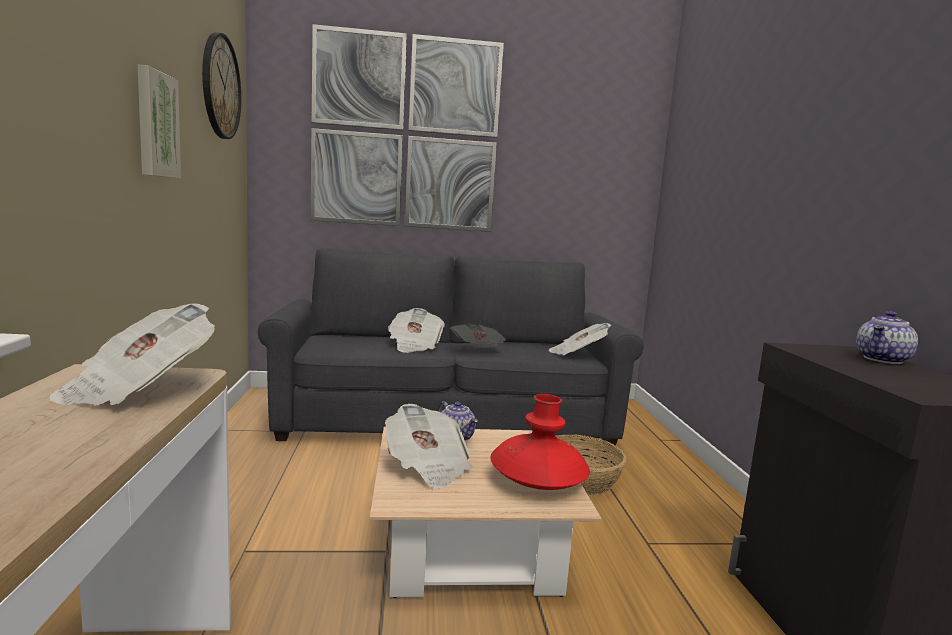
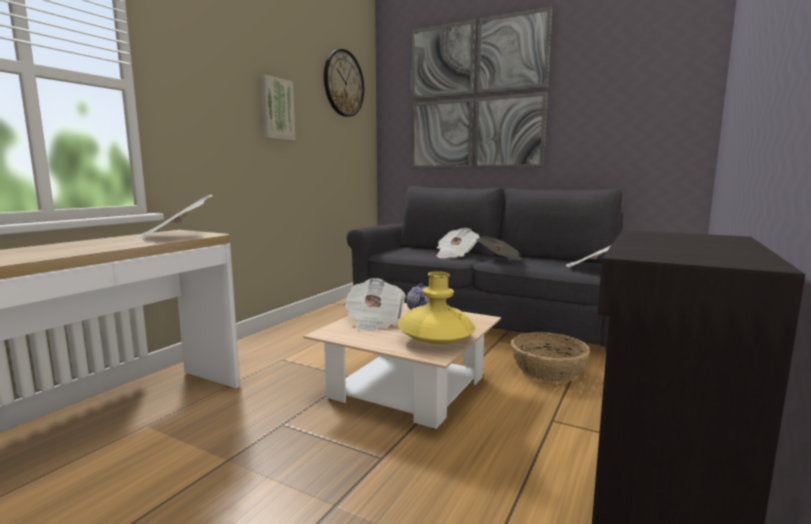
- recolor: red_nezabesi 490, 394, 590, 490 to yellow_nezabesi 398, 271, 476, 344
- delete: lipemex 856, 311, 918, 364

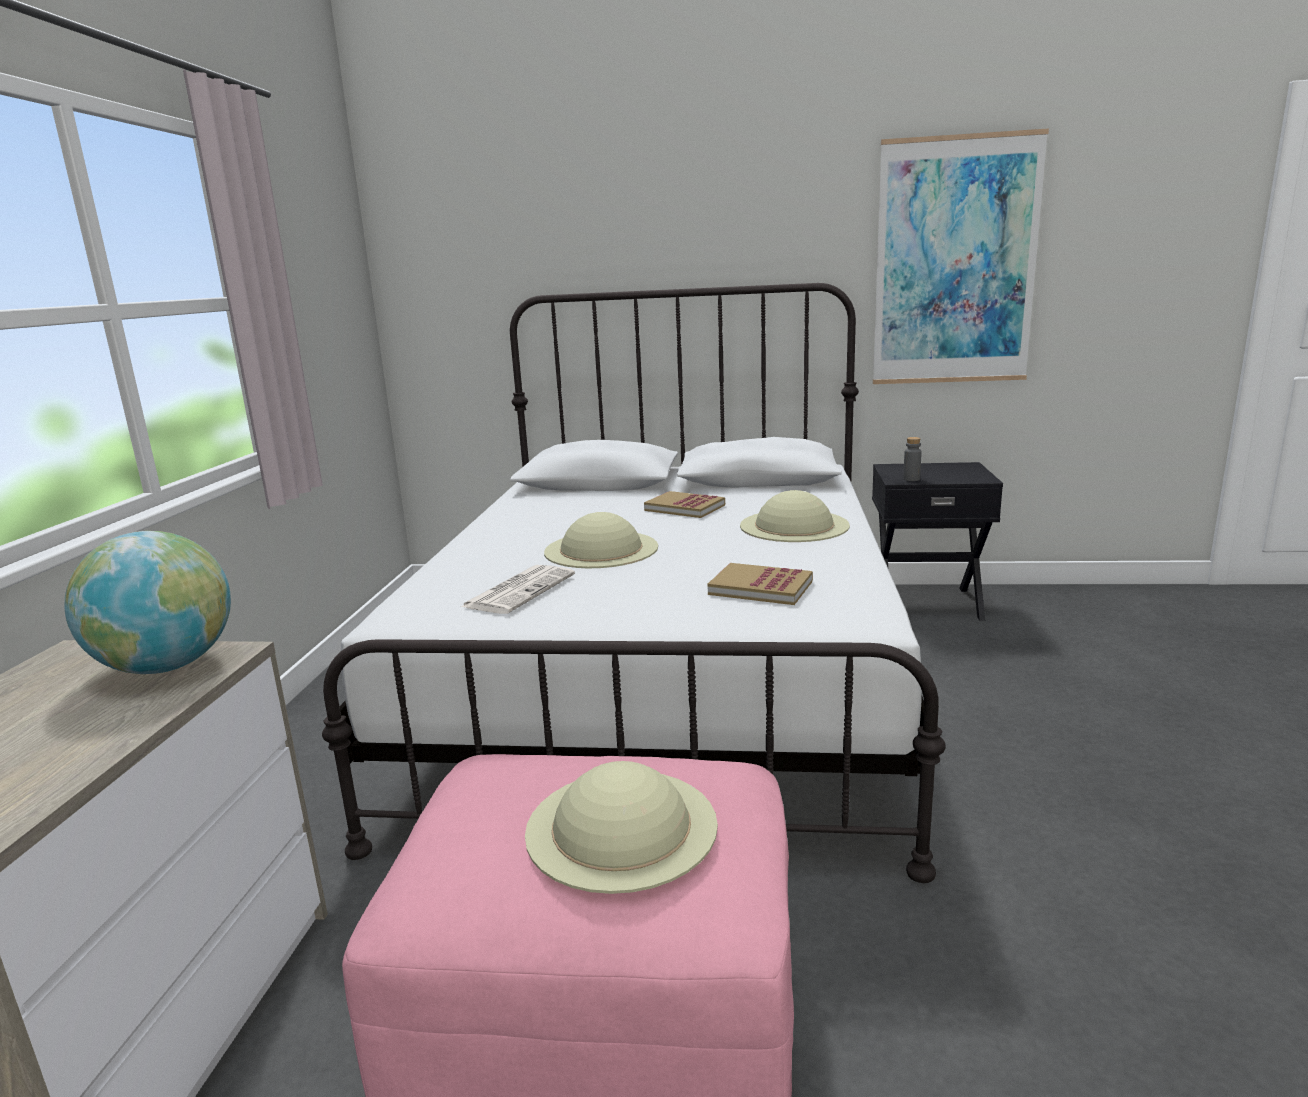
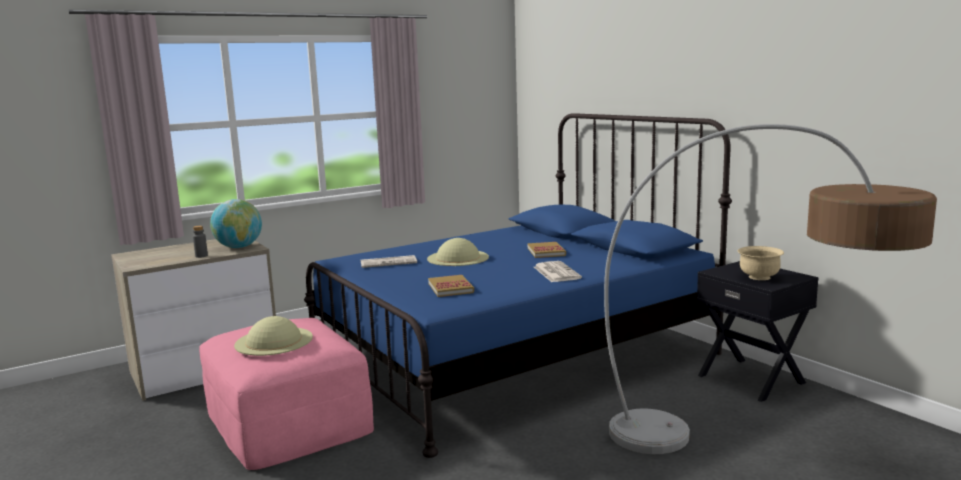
- recolor: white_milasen 322, 283, 946, 883 to blue_milasen 304, 113, 732, 458
- replace: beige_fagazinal 740, 490, 850, 542 to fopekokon 534, 261, 582, 282
- delete: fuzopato 873, 128, 1049, 384
- move: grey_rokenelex 903, 437, 922, 481 to 193, 226, 208, 258
- insert: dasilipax 604, 124, 937, 454
- insert: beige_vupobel 738, 246, 784, 280

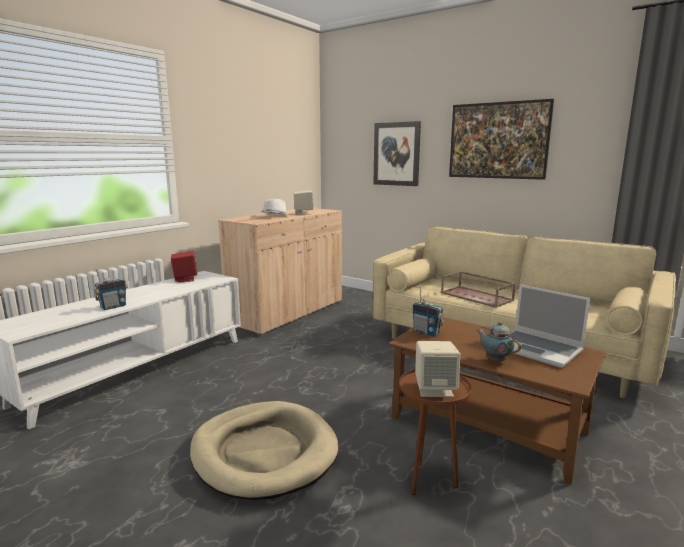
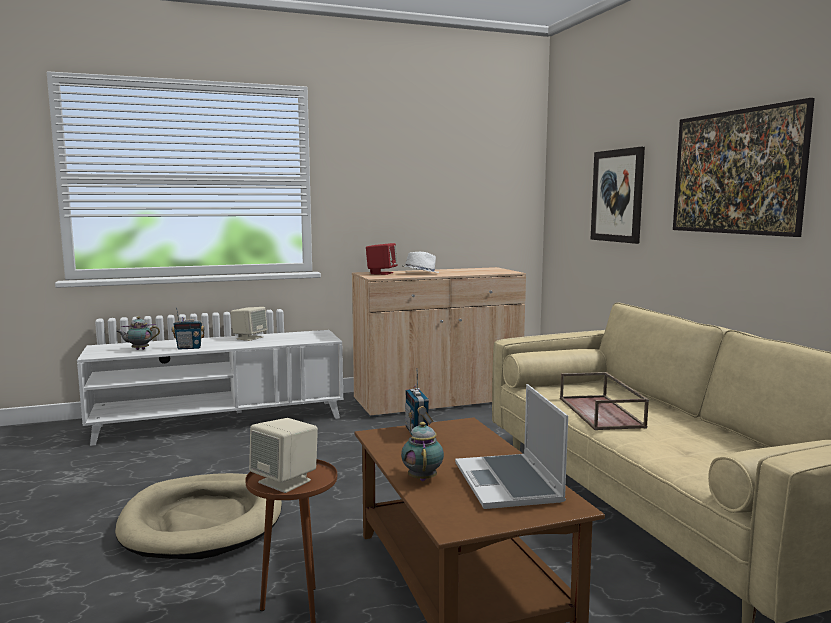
- move: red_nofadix 171, 251, 198, 282 to 366, 243, 397, 275
- move: beige_nofadix 293, 190, 314, 215 to 231, 307, 267, 341
- insert: lipemex 116, 316, 160, 350

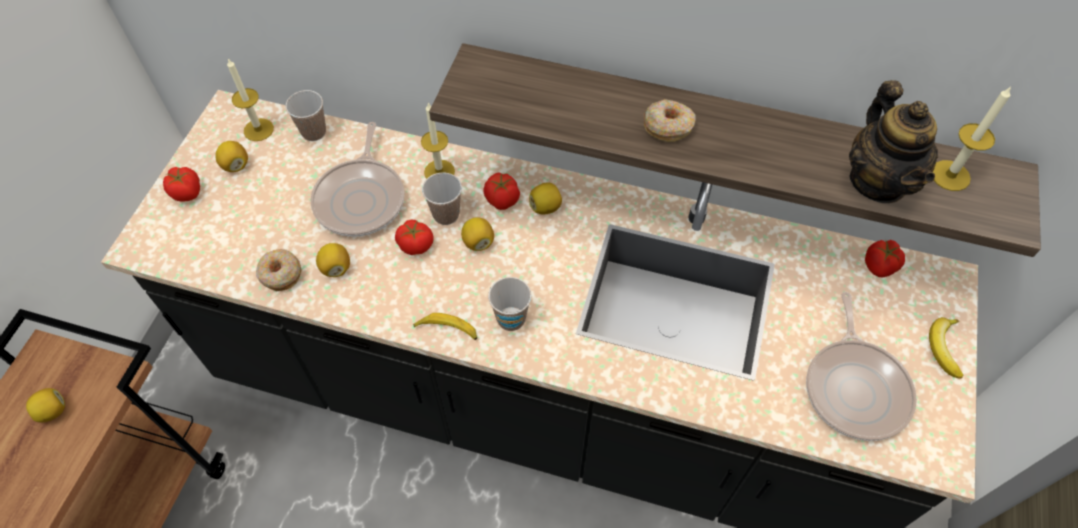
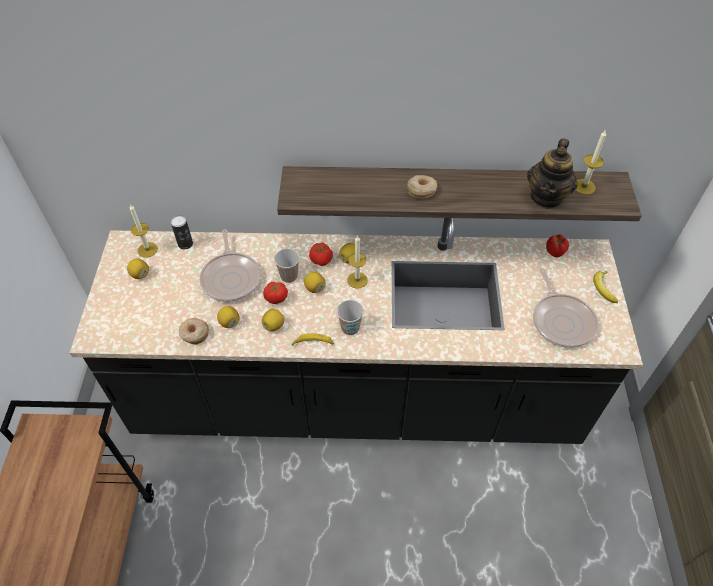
- move: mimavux 26, 388, 65, 423 to 262, 309, 284, 332
- delete: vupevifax 163, 167, 200, 202
- replace: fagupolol 286, 90, 326, 141 to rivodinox 171, 215, 193, 249
- move: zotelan 421, 103, 455, 179 to 347, 235, 368, 289
- rotate: lipemex 849, 80, 938, 203 = 527, 138, 577, 209 45 degrees clockwise

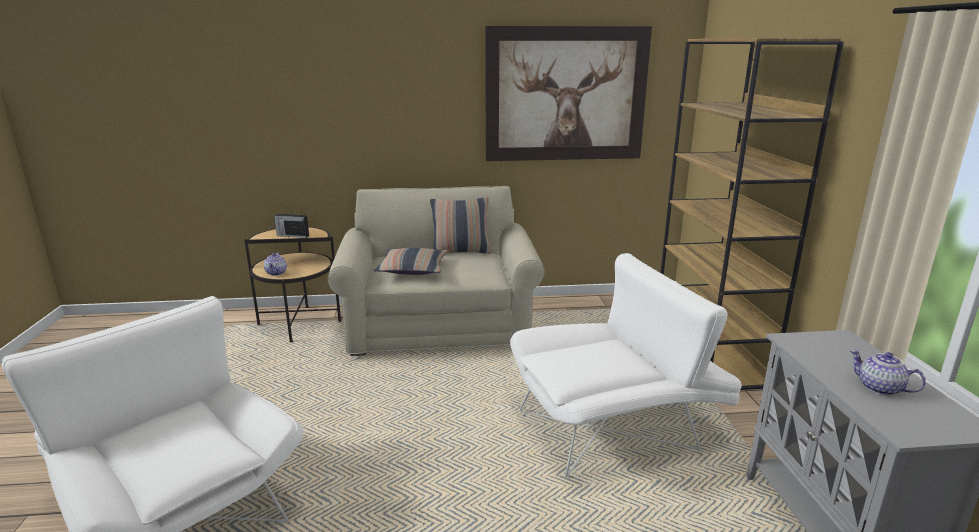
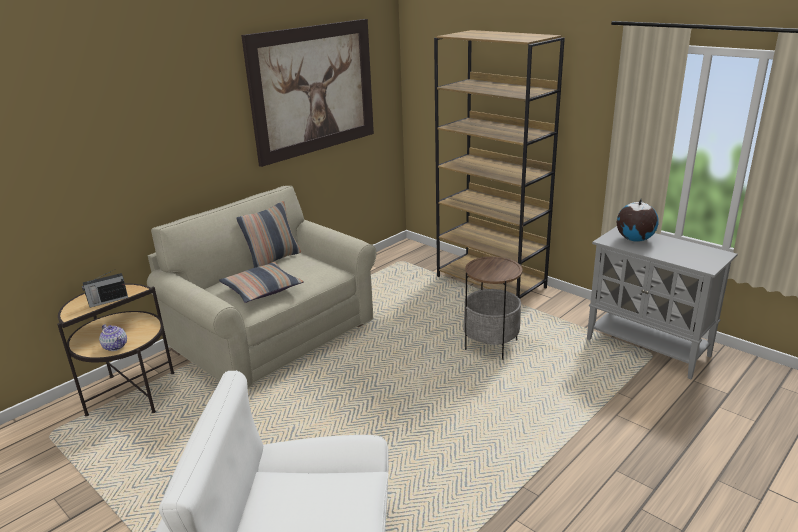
- replace: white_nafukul 510, 253, 742, 477 to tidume 463, 257, 522, 360
- delete: lipemex 849, 350, 926, 396
- insert: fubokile 617, 199, 659, 242

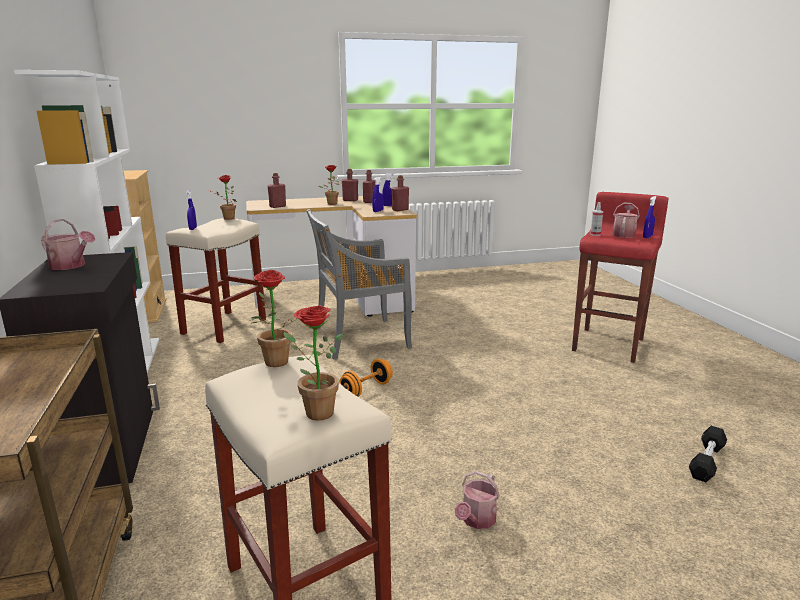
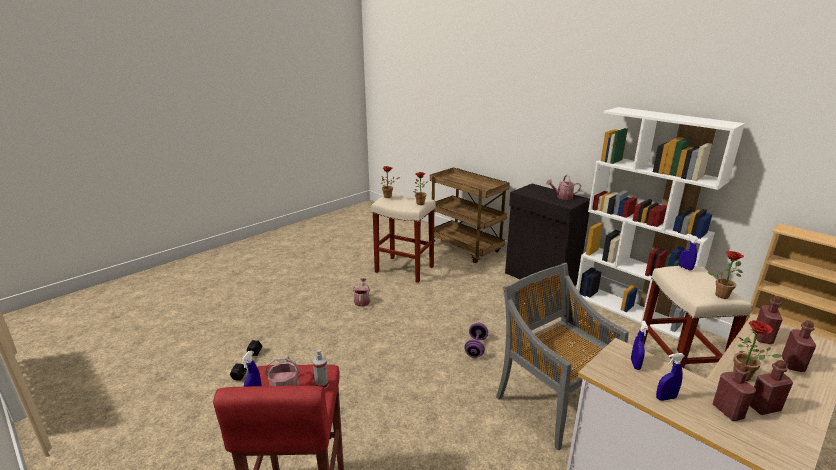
- rotate: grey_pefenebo 306, 209, 412, 359 = 496, 263, 629, 451 75 degrees counterclockwise
- recolor: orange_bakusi 339, 359, 393, 397 to purple_bakusi 464, 323, 488, 358
- move: red_rokenelex 392, 175, 409, 211 to 782, 320, 816, 372

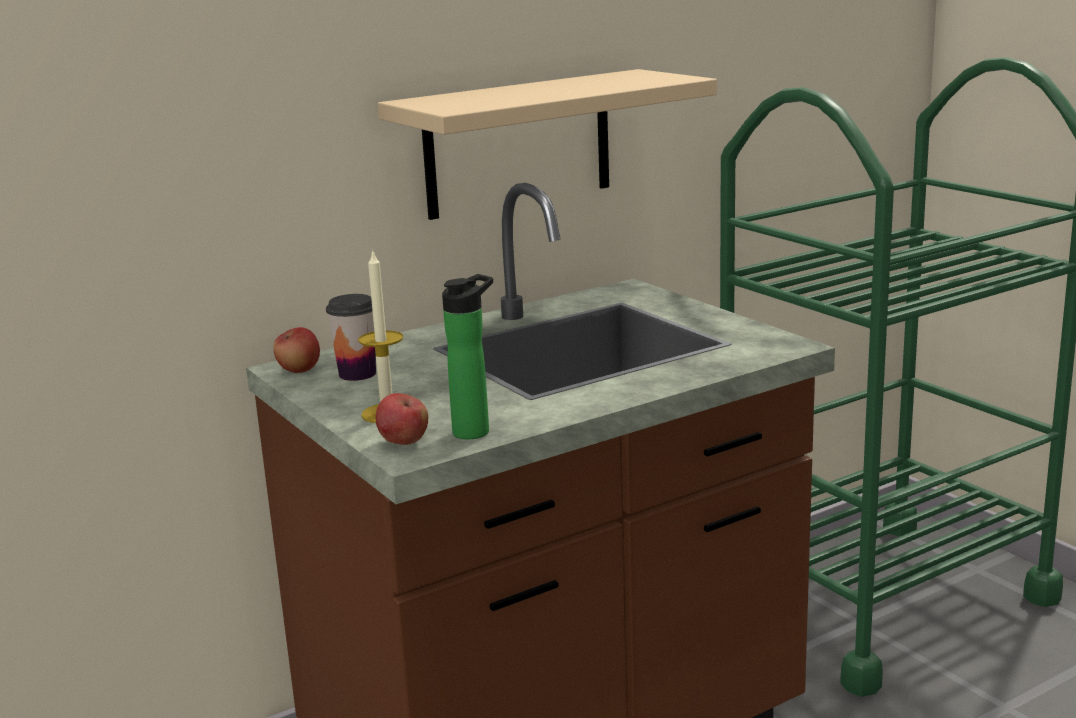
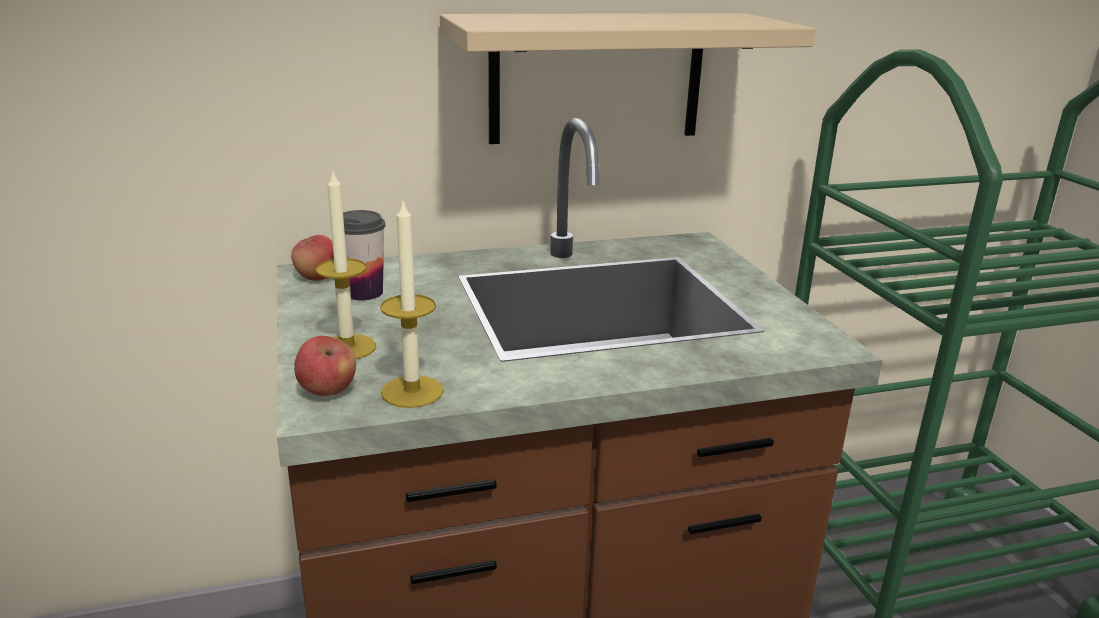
- replace: rokenelex 442, 274, 493, 439 to zotelan 380, 198, 444, 408

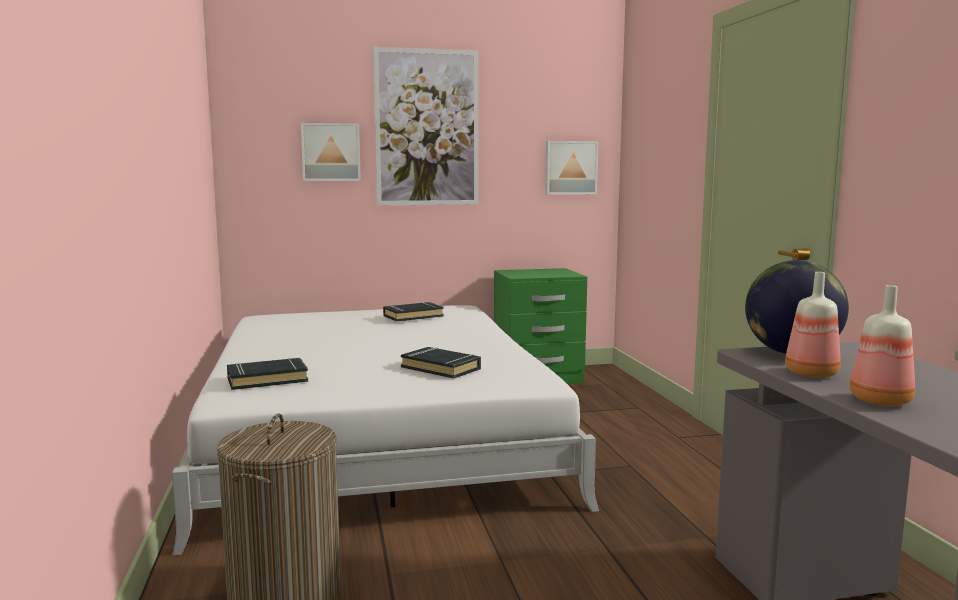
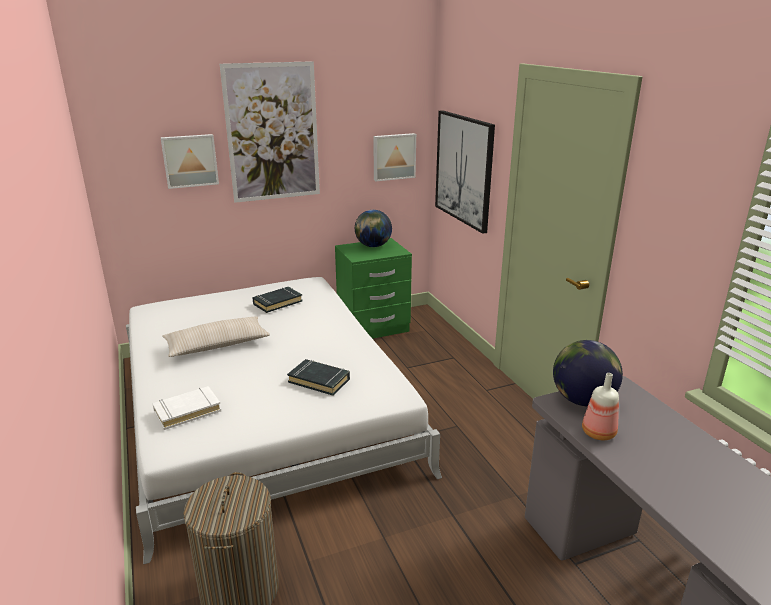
- recolor: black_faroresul 227, 358, 308, 390 to white_faroresul 152, 386, 221, 430
- delete: rokenelex 850, 285, 915, 406
- insert: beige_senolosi 162, 316, 270, 357
- insert: fubokile 355, 210, 392, 247
- insert: fuzopato 435, 110, 495, 234

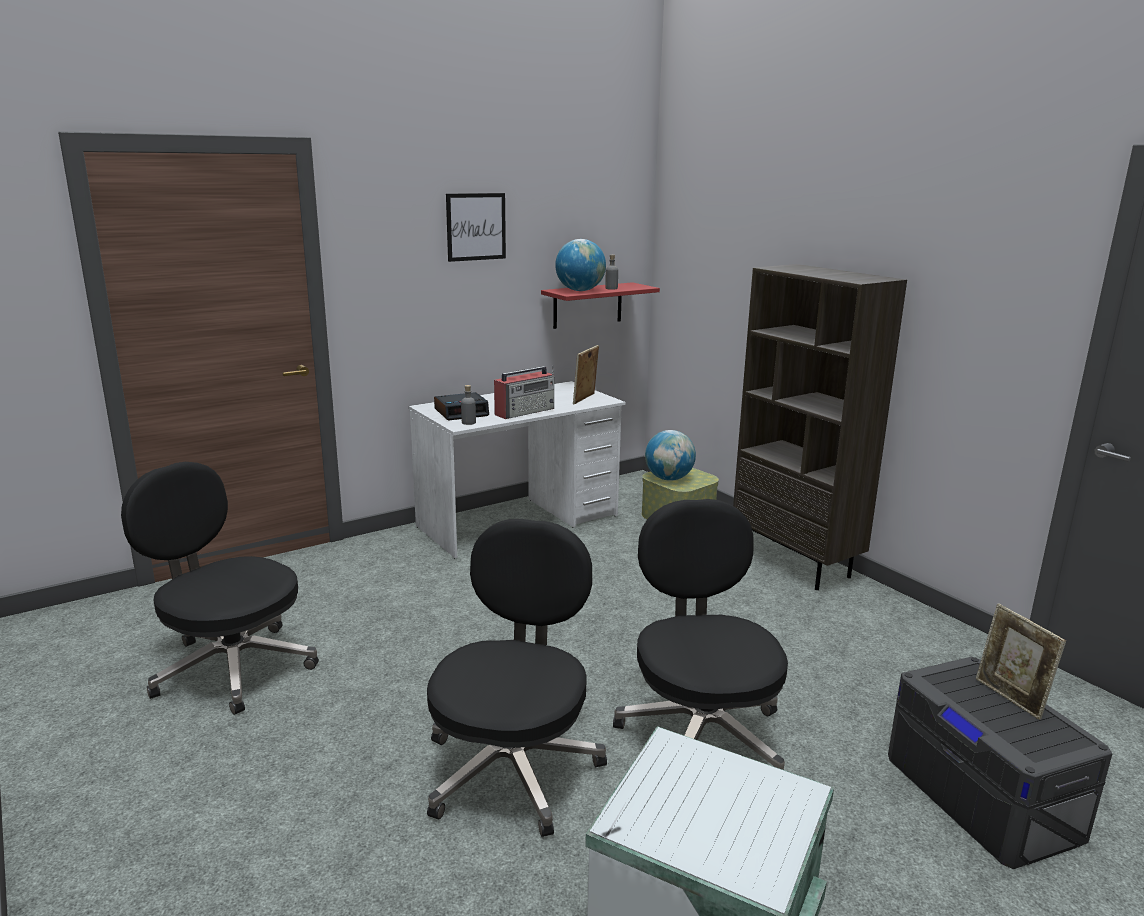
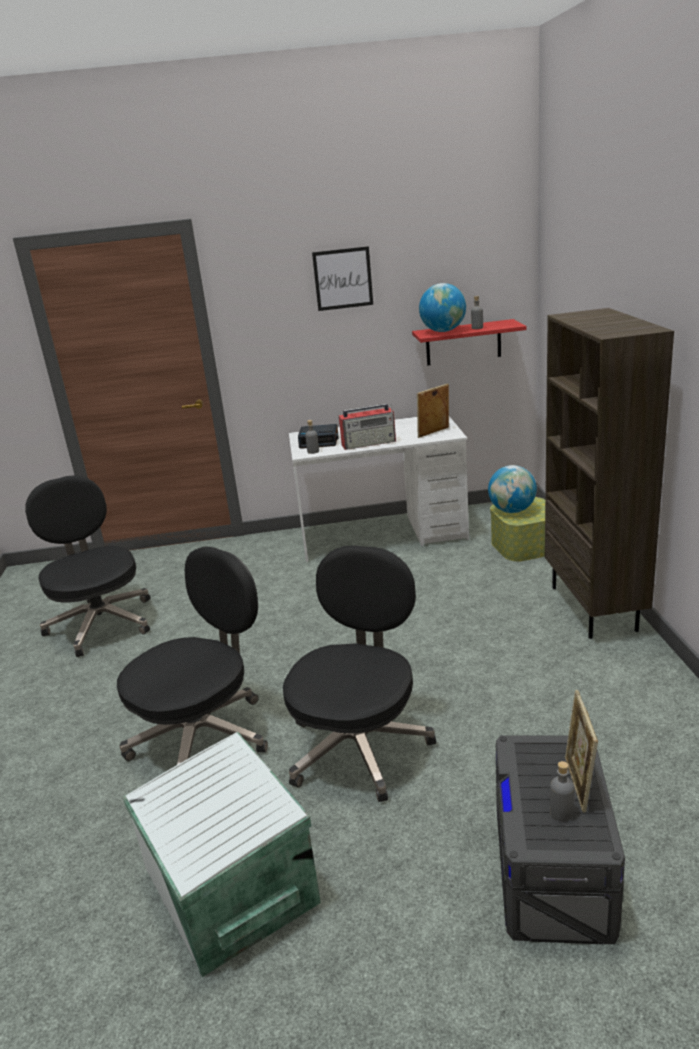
- insert: grey_rokenelex 550, 761, 575, 822

